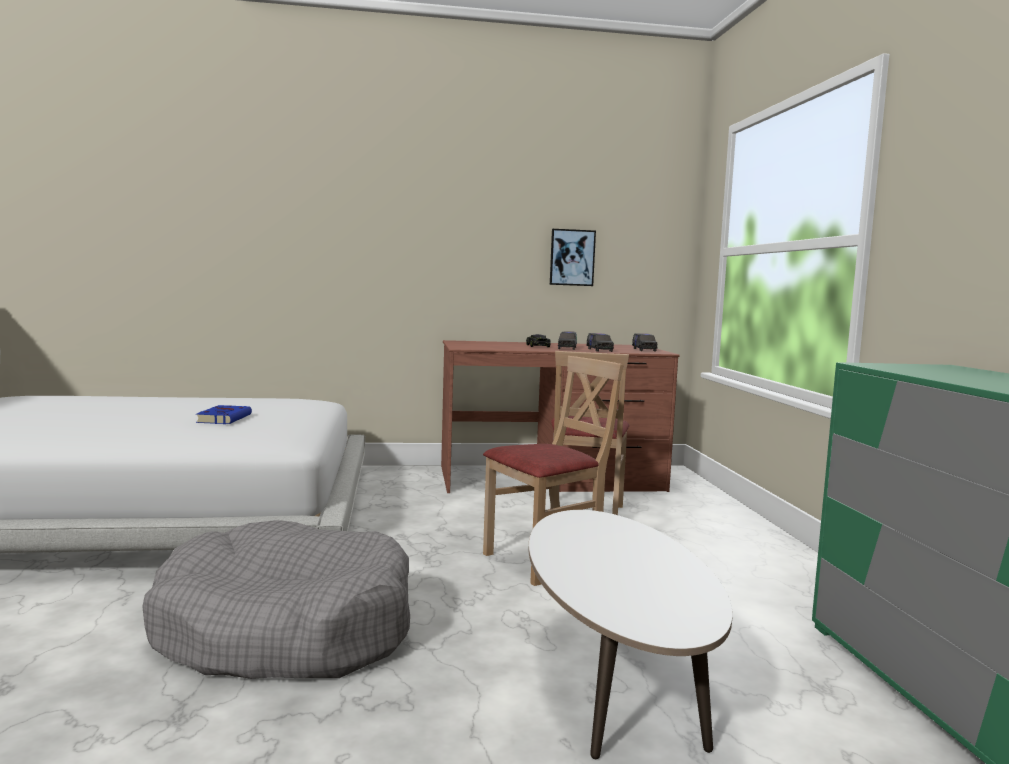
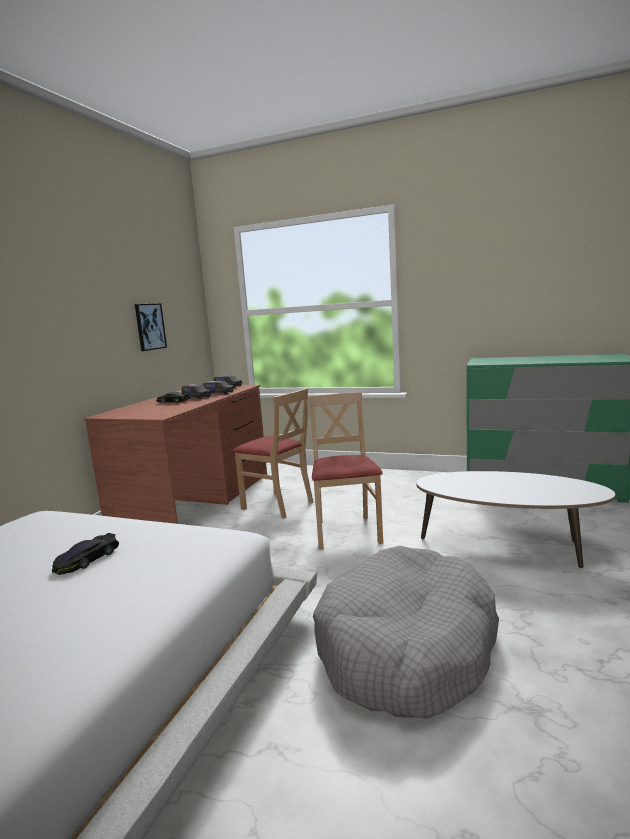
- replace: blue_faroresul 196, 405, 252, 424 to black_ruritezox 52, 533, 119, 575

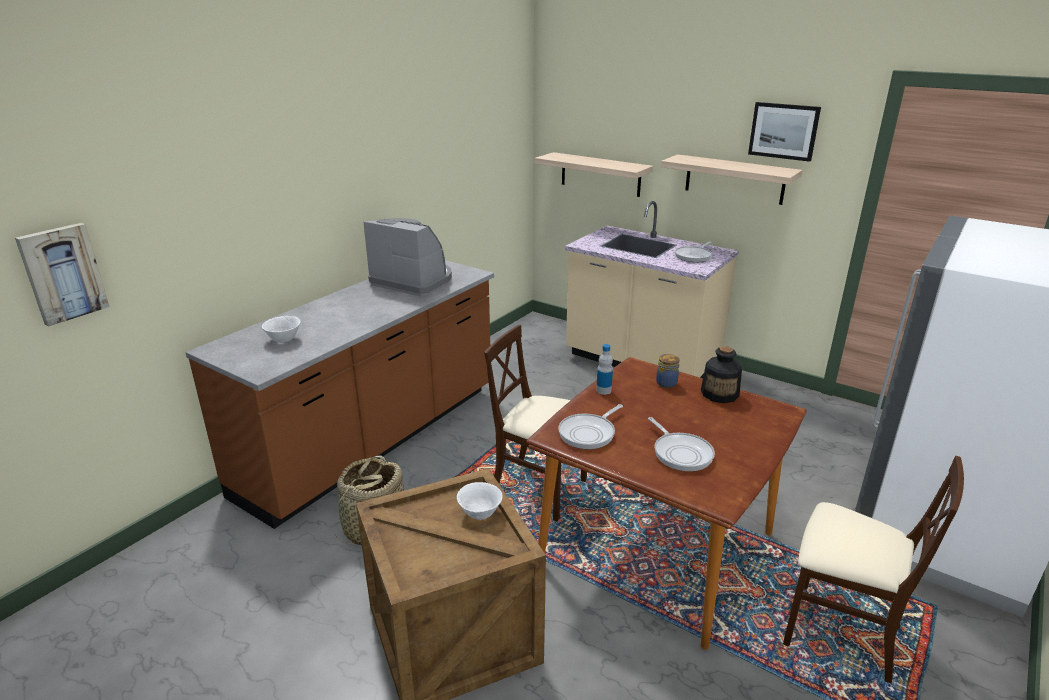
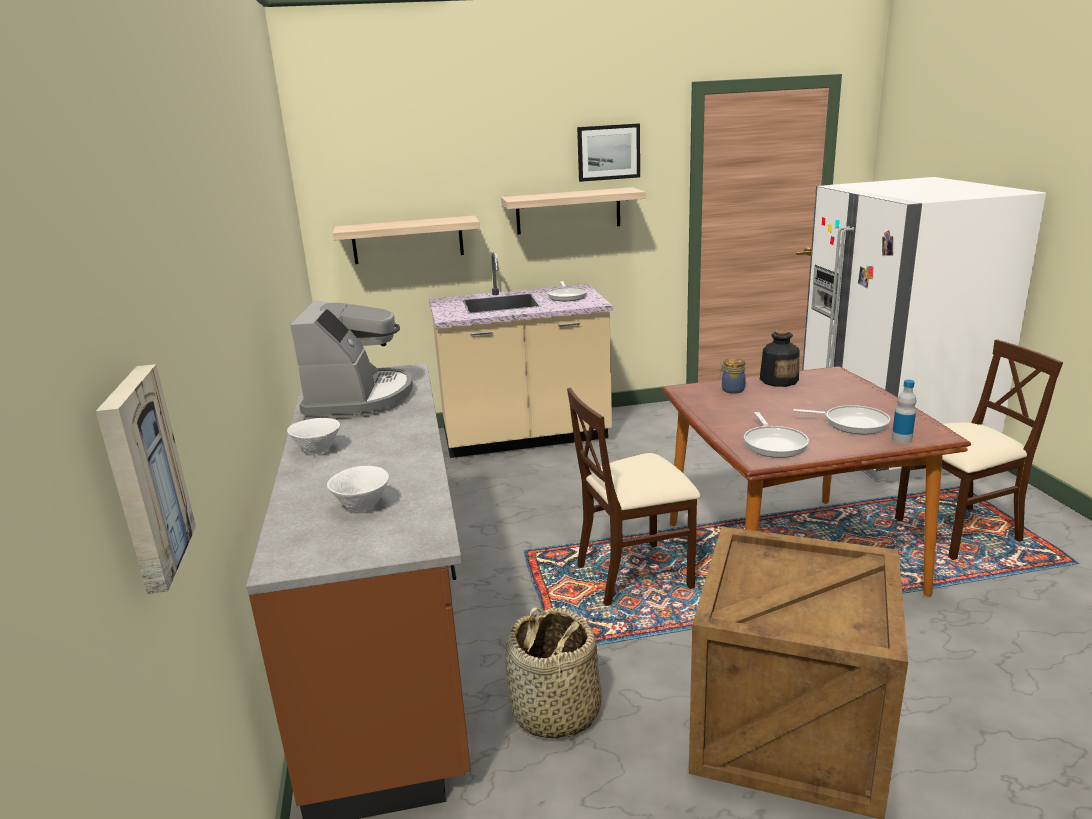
- rotate: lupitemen 364, 218, 452, 297 = 290, 300, 413, 419 105 degrees clockwise
- move: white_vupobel 457, 482, 503, 520 to 287, 418, 340, 454
- move: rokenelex 596, 344, 613, 395 to 892, 380, 916, 444

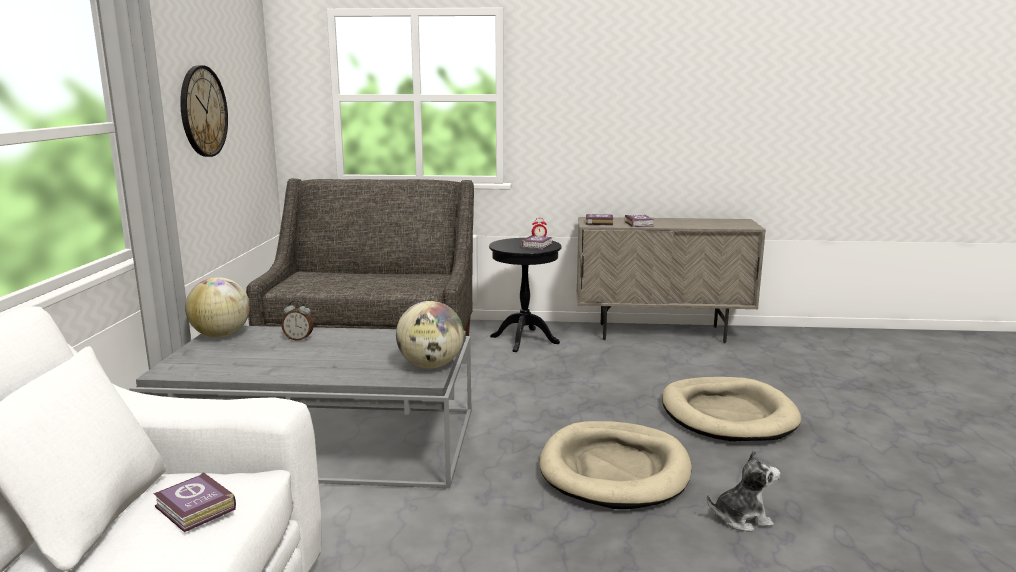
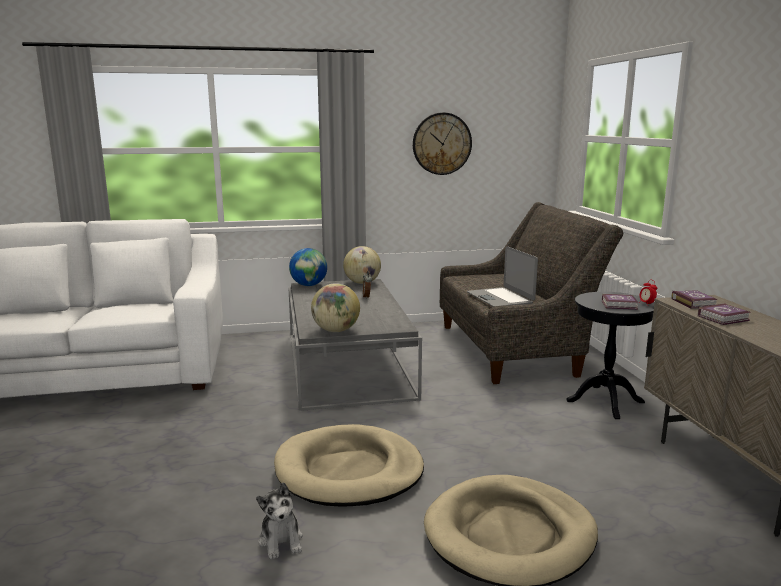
- delete: faroresul 154, 472, 236, 532
- insert: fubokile 289, 248, 327, 286
- insert: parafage 467, 246, 538, 307

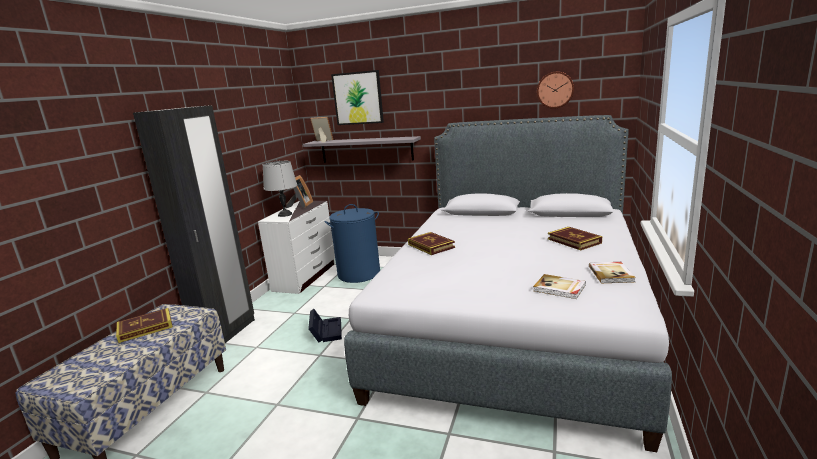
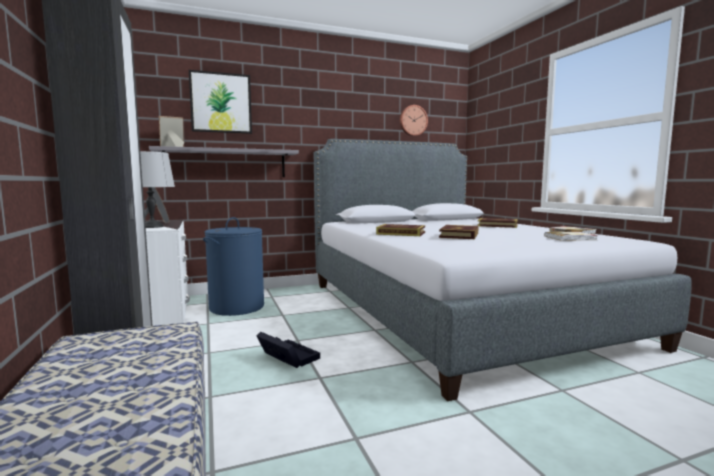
- move: faroresul 116, 308, 173, 343 to 439, 225, 479, 239

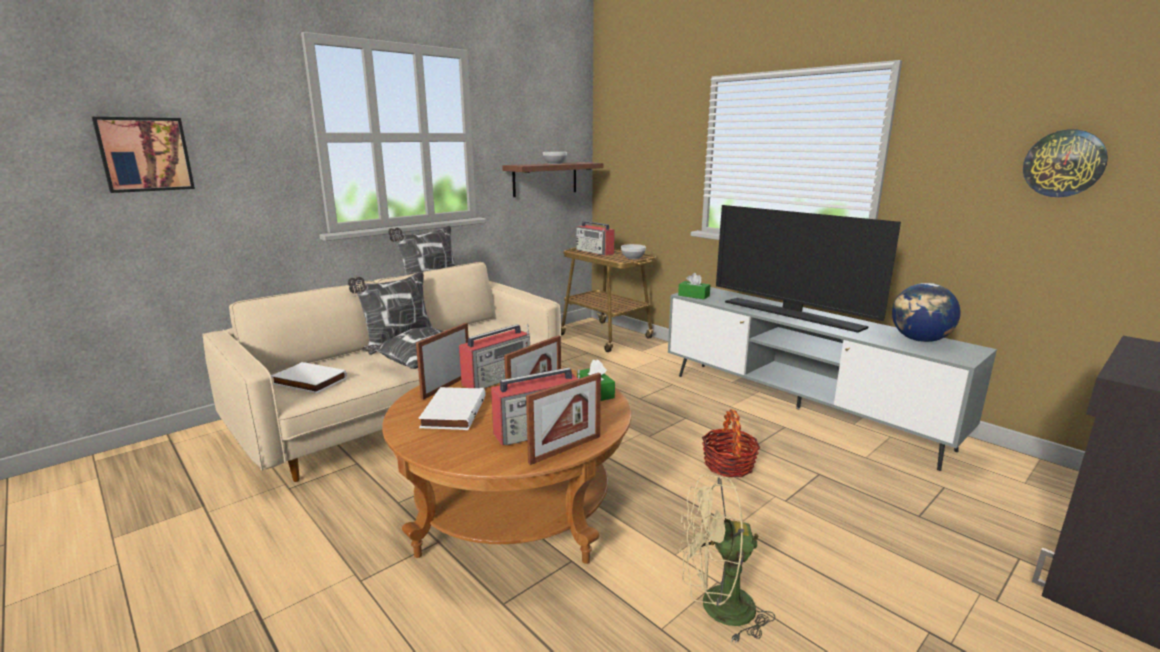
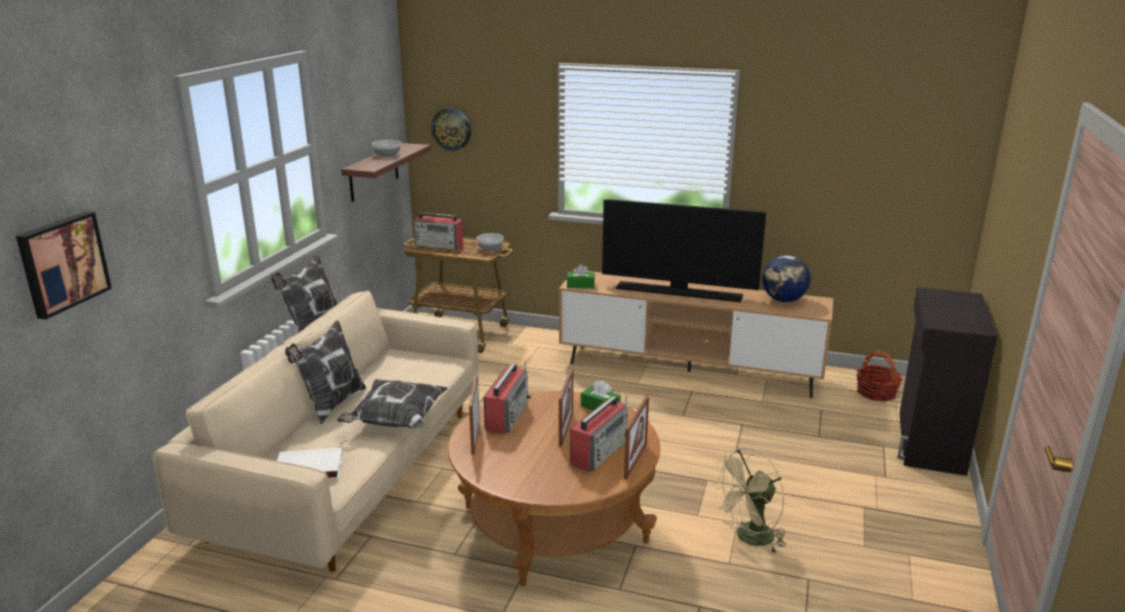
- delete: white_faroresul 419, 387, 486, 430
- recolor: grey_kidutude 668, 287, 997, 471 to brown_kidutude 559, 271, 833, 398
- move: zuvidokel 702, 409, 761, 478 to 856, 350, 902, 402
- move: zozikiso 1023, 130, 1108, 197 to 431, 108, 471, 151

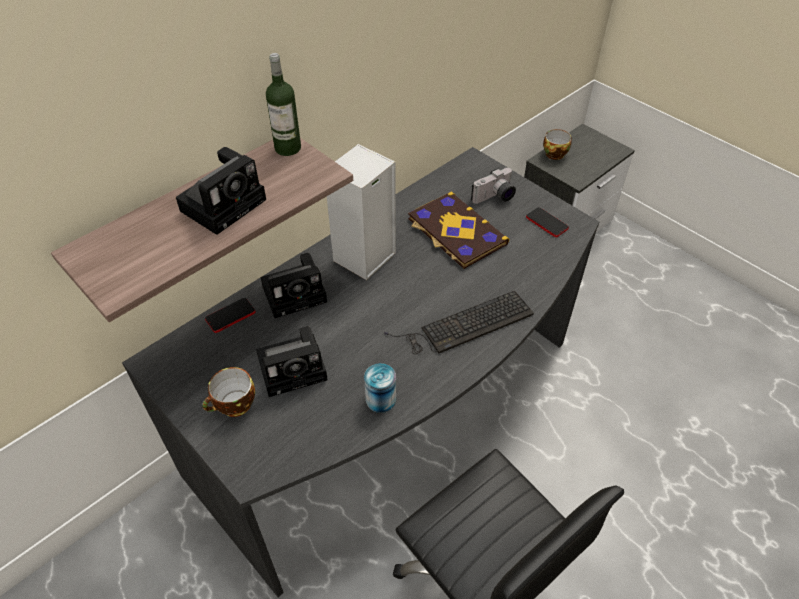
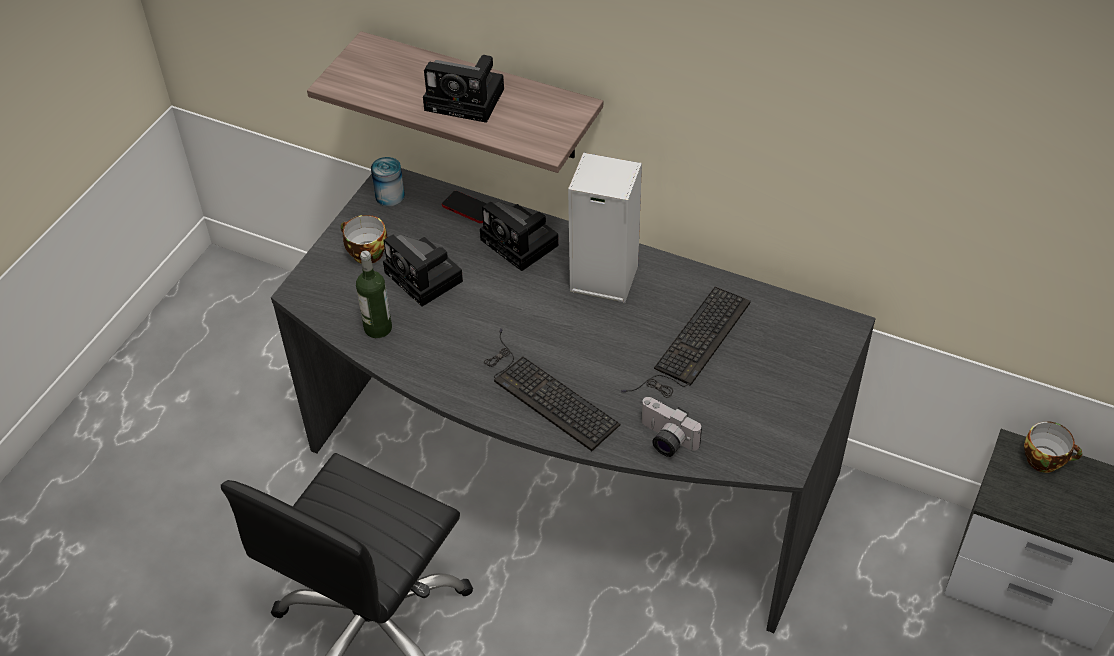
- move: rokenelex 266, 53, 301, 156 to 356, 251, 392, 338
- move: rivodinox 364, 363, 396, 413 to 371, 157, 405, 206
- replace: faroresul 408, 192, 509, 269 to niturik 621, 287, 751, 398
- move: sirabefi 471, 168, 516, 204 to 641, 397, 702, 457
- delete: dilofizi 526, 207, 569, 237

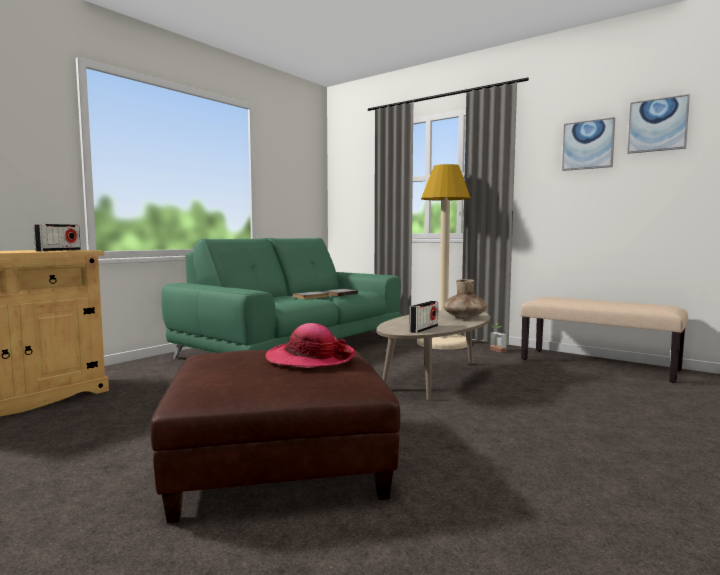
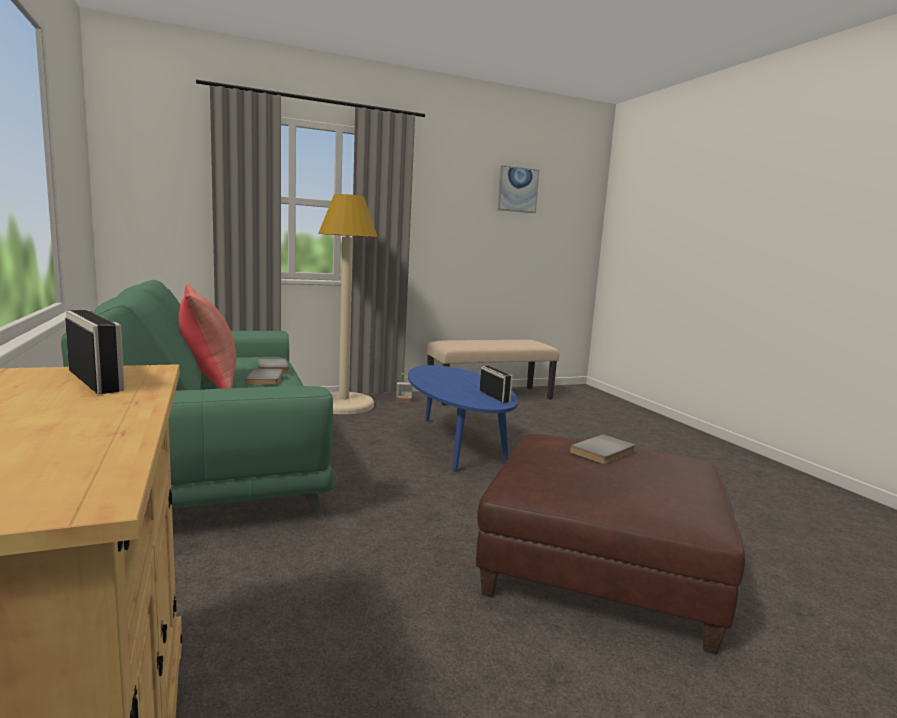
- replace: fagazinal 265, 323, 356, 368 to grey_faroresul 569, 434, 635, 464
- recolor: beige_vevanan 377, 310, 490, 401 to blue_vevanan 408, 365, 518, 472
- delete: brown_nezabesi 443, 279, 487, 319
- delete: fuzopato 562, 117, 615, 171
- insert: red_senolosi 179, 284, 236, 389

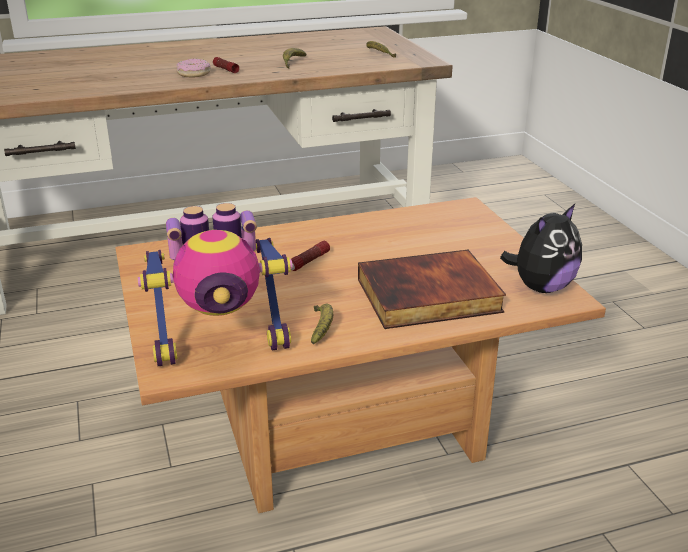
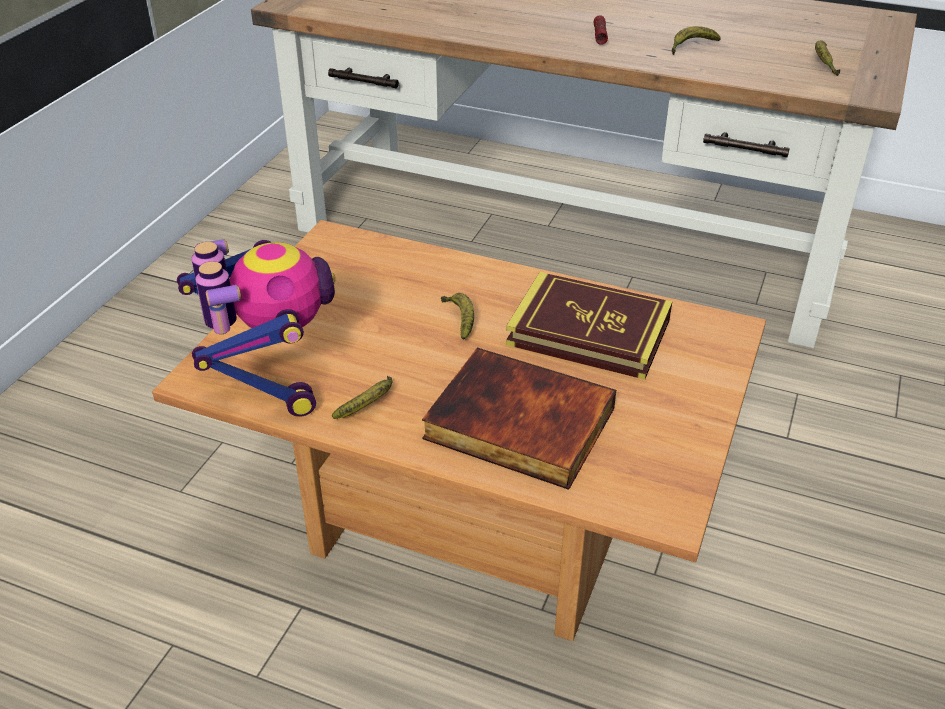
- rotate: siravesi 138, 203, 293, 366 = 177, 239, 336, 417 135 degrees counterclockwise
- delete: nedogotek 176, 58, 211, 77
- replace: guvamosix 291, 241, 330, 271 to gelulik 441, 293, 474, 340
- delete: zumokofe 500, 204, 582, 293
- insert: faroresul 506, 272, 672, 380

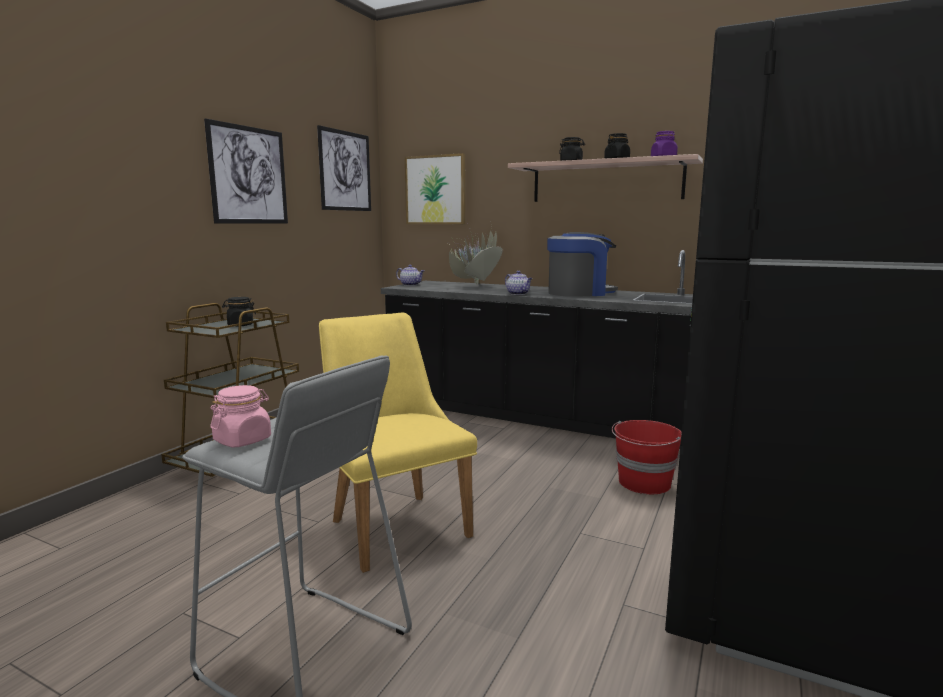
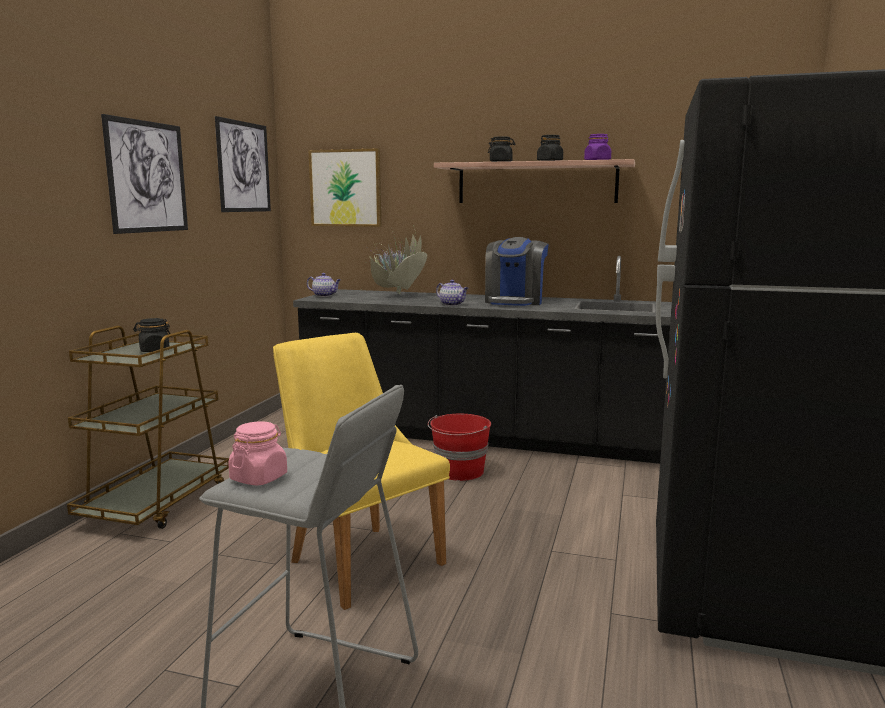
- rotate: lupitemen 547, 232, 618, 297 = 485, 237, 549, 306 135 degrees clockwise
- move: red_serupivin 612, 420, 682, 494 to 428, 414, 491, 481

